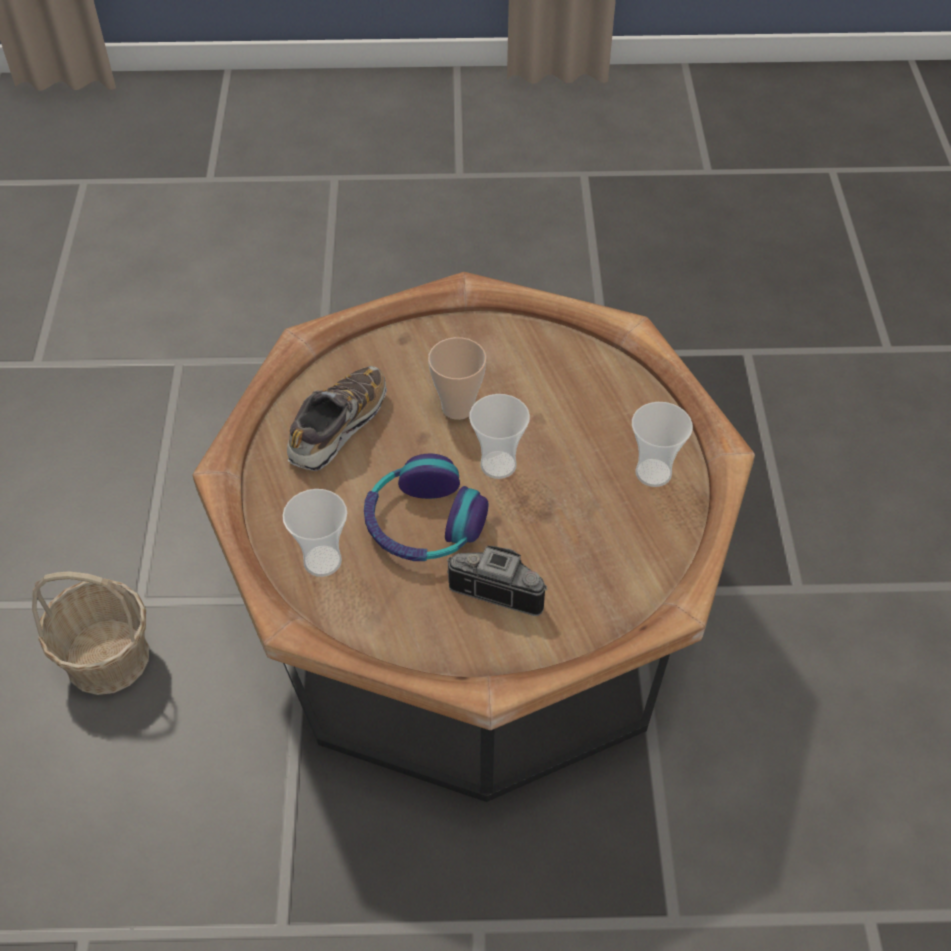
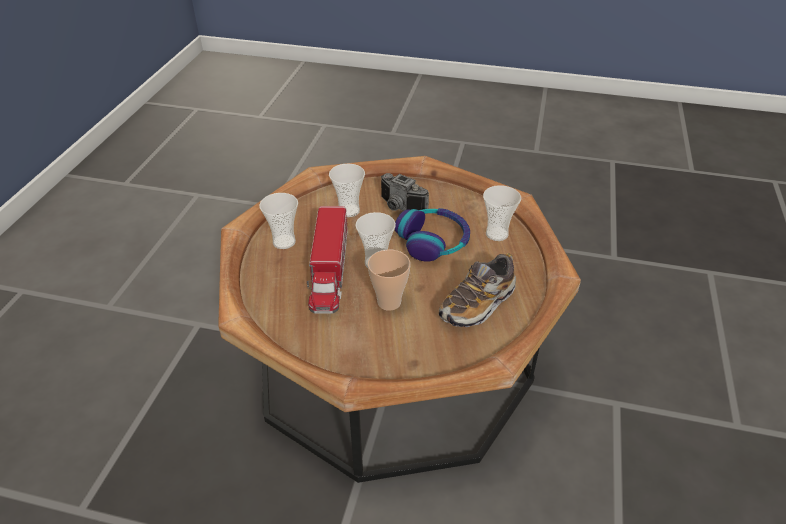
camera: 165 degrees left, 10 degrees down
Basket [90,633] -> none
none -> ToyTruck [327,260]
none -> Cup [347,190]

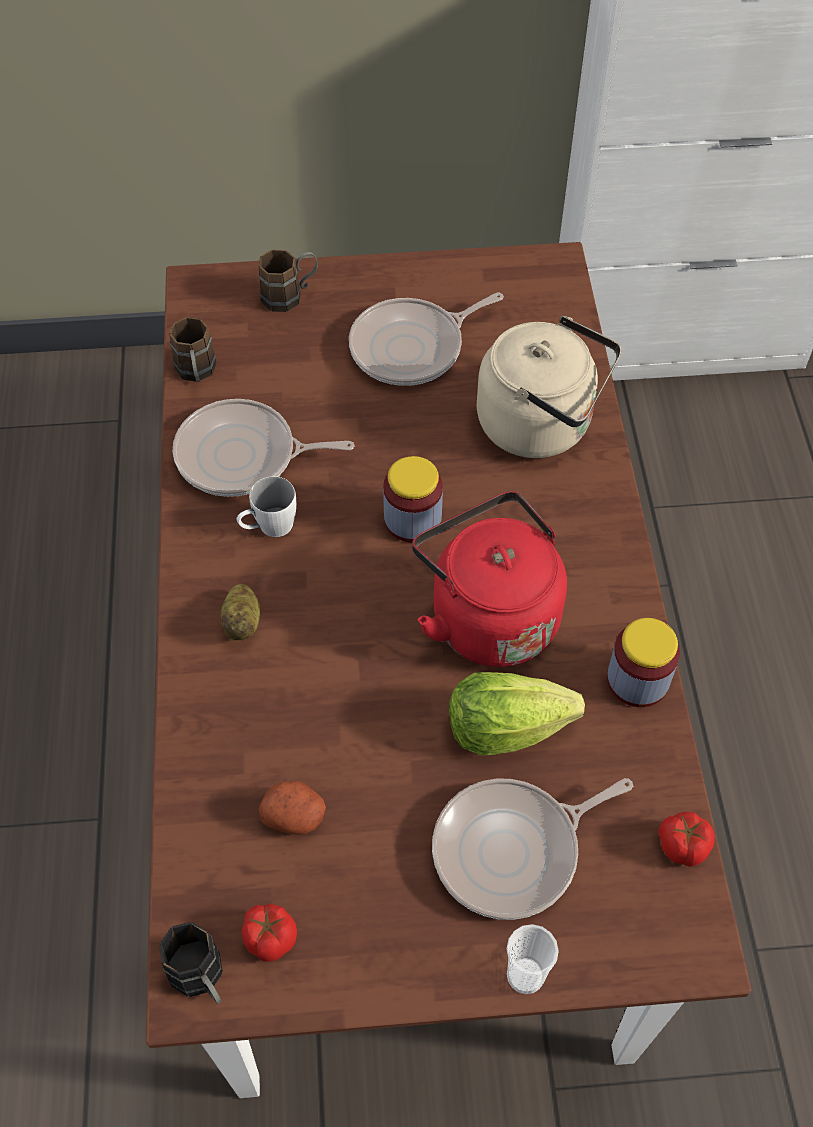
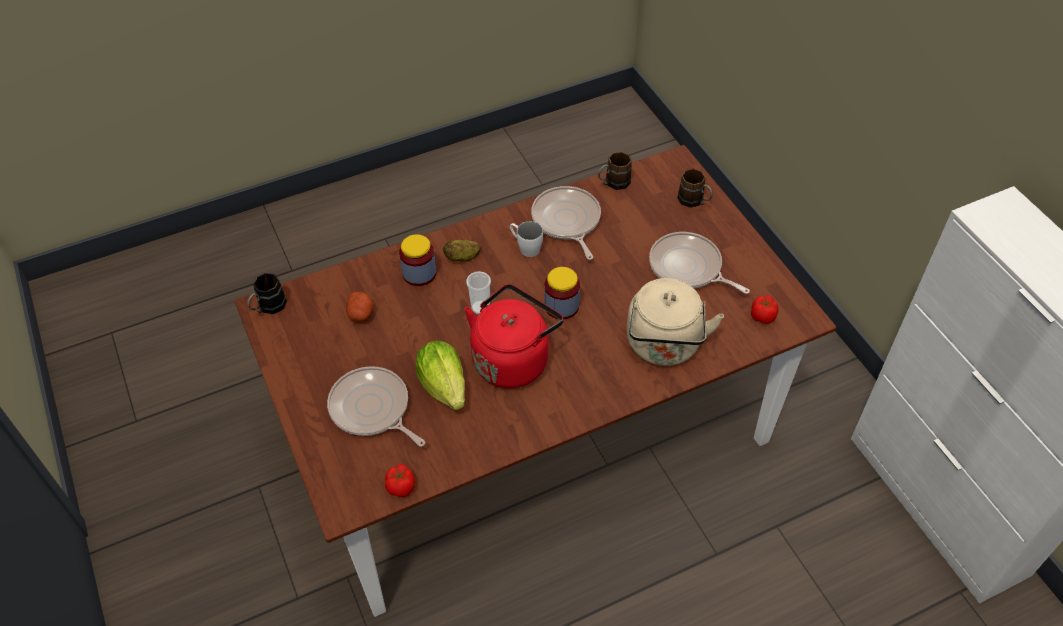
camera: 70 degrees right, 5 degrees down
Tomato [269,933] -> Tomato [765,309], shifted
Cup [533,959] -> Cup [478,292], shifted
Jar [643,662] -> Jar [417,260], shifted

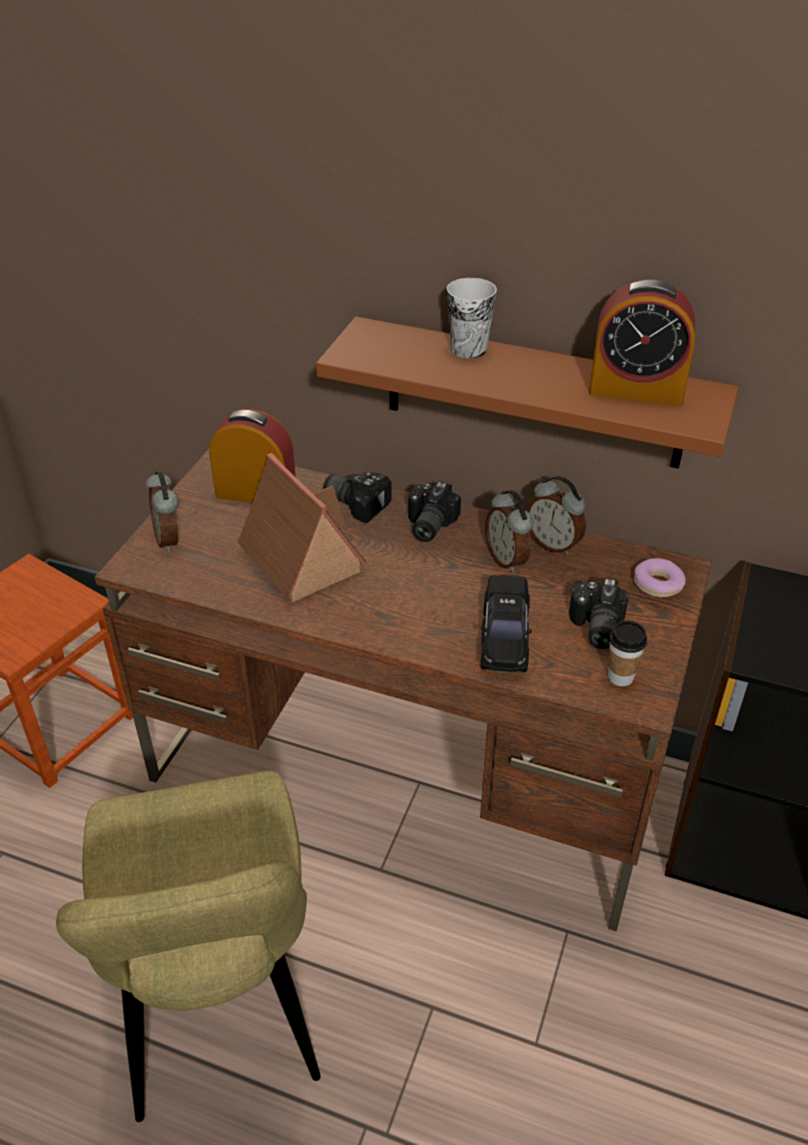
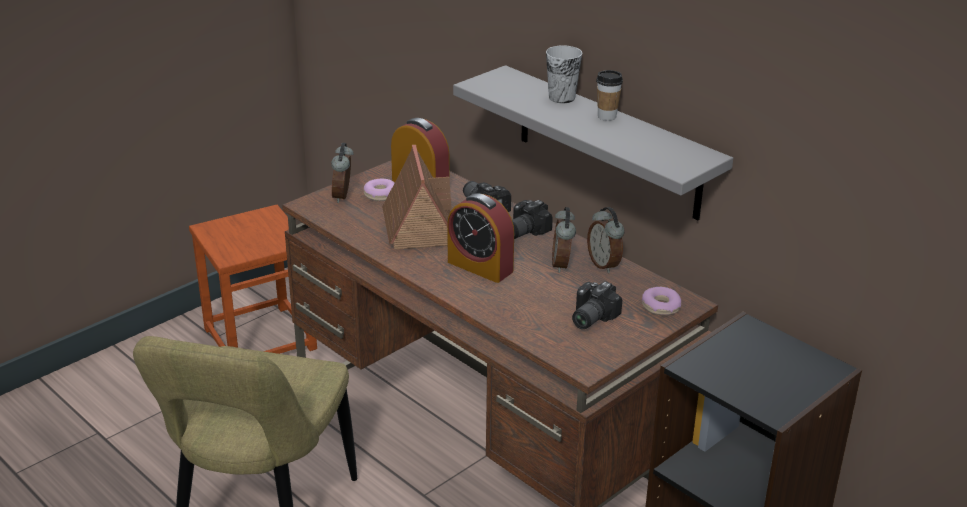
camera: 25 degrees right, 10 degrees down
BlackToyCar [506,624] -> none
none -> Donut [379,190]
AlarmClock [642,342] -> AlarmClock [480,238], shifted
Cup [627,653] -> Cup [609,95], shifted
BrownShelf [527,393] -> GreyShelf [593,142]

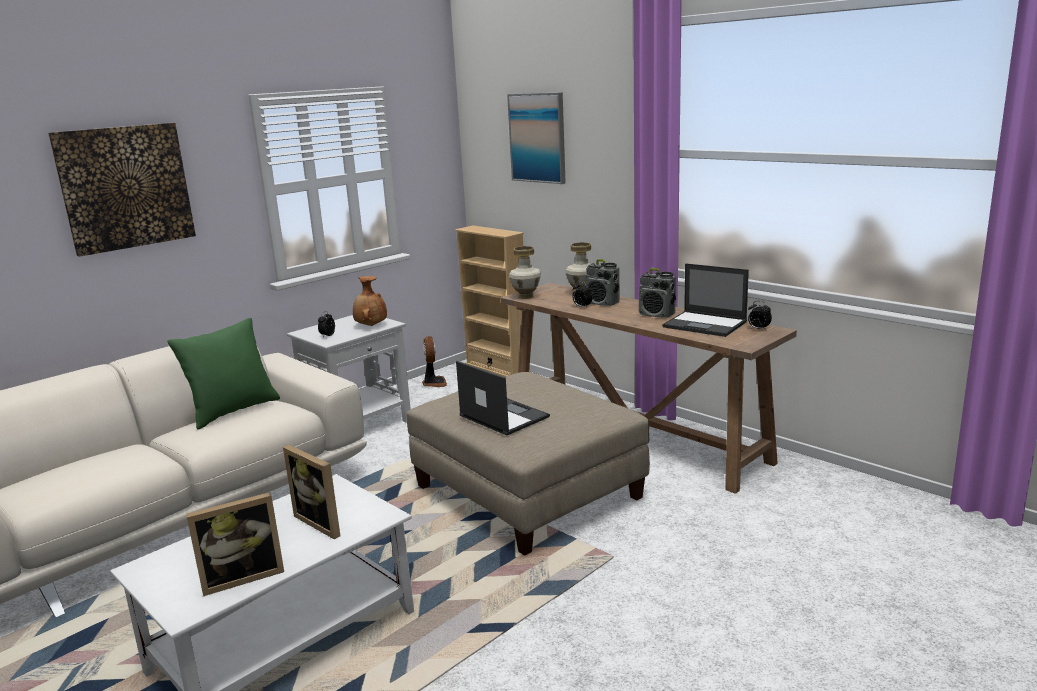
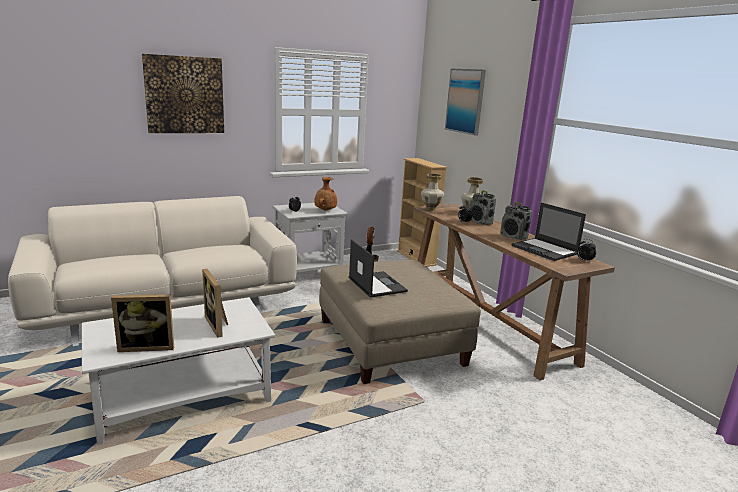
camera: 15 degrees right, 0 degrees up
GreenPillow [223,373] -> none

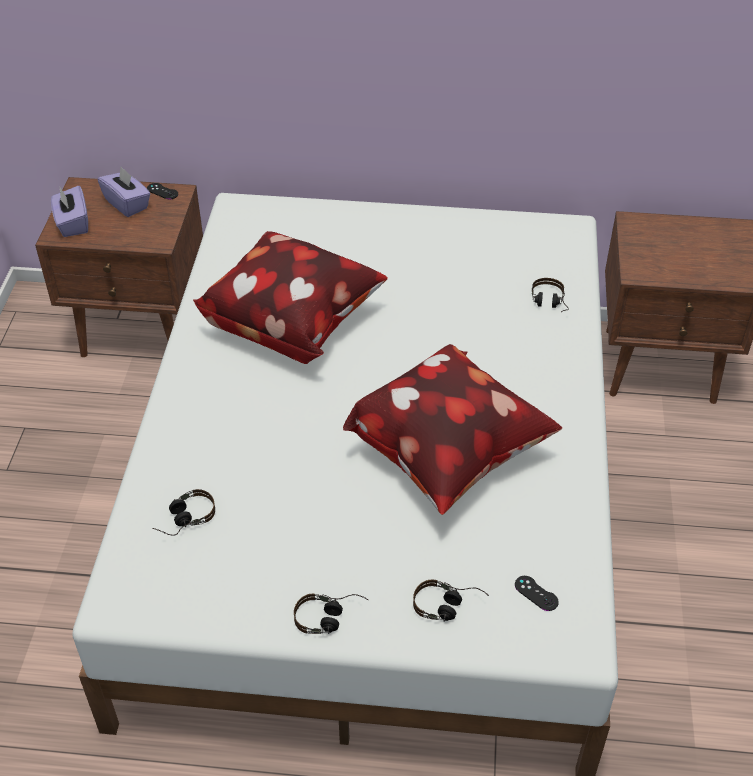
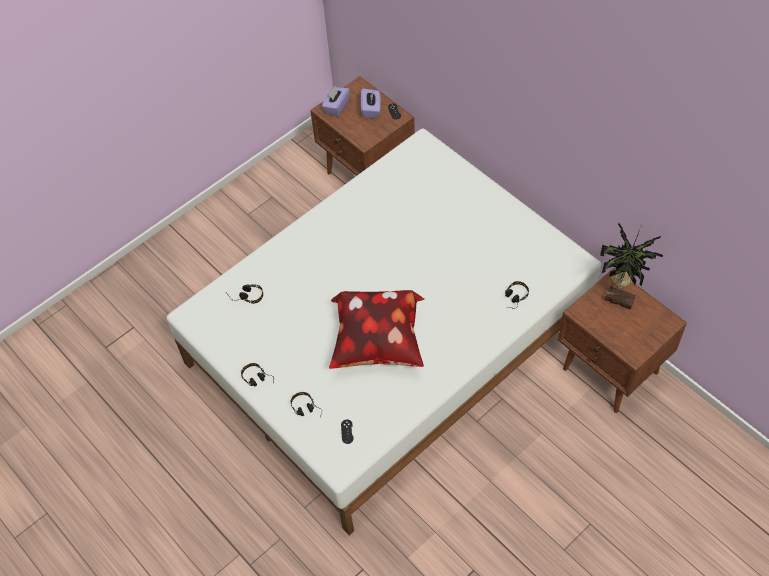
camera: 45 degrees right, 10 degrees up
Pillow [290,297] -> none
none -> PottedPlant [631,266]

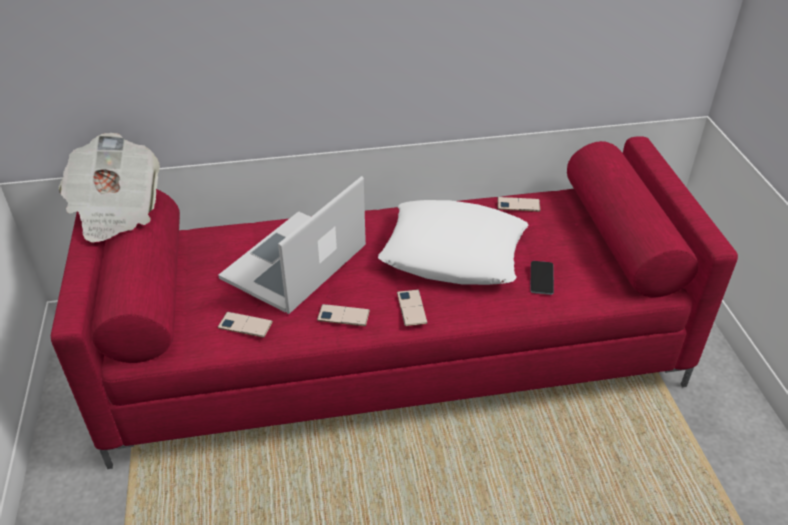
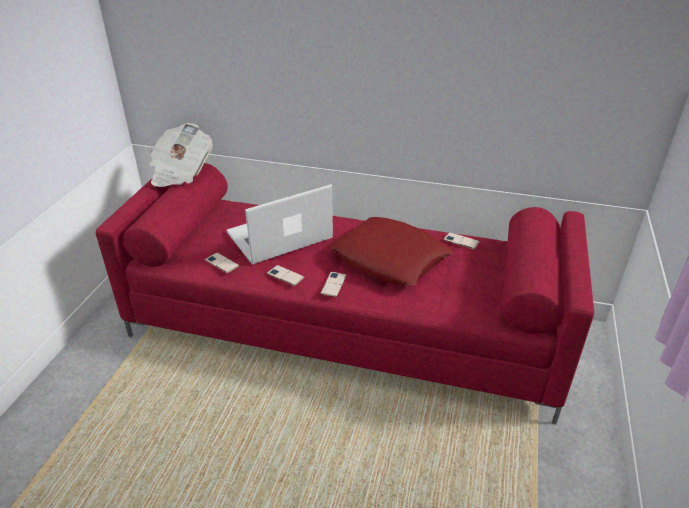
camera: 25 degrees right, 5 degrees down
Phone [542,278] -> none
WhitePillow [453,242] -> RedPillow [391,251]

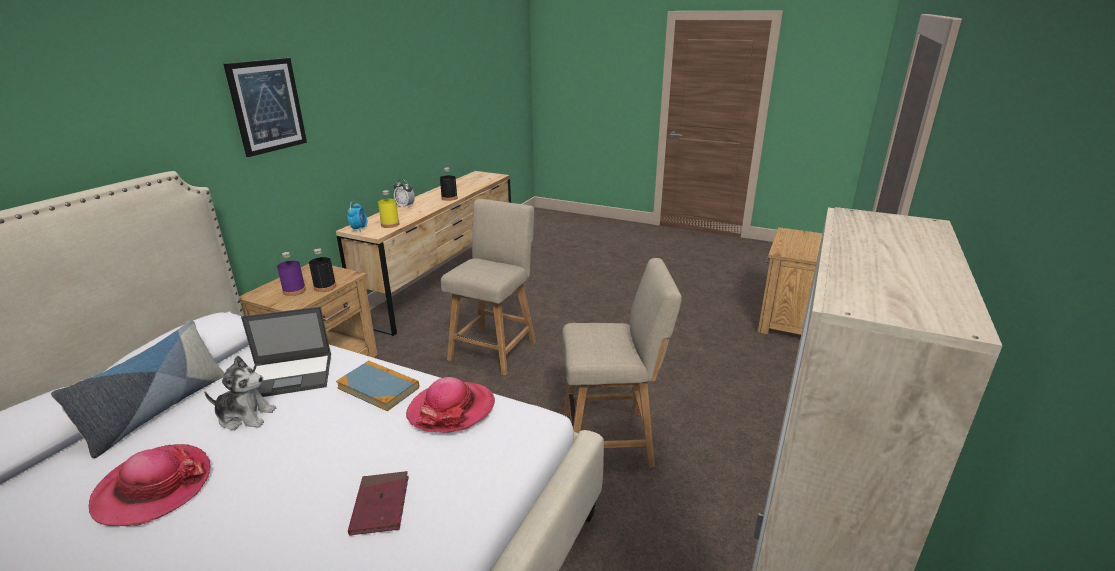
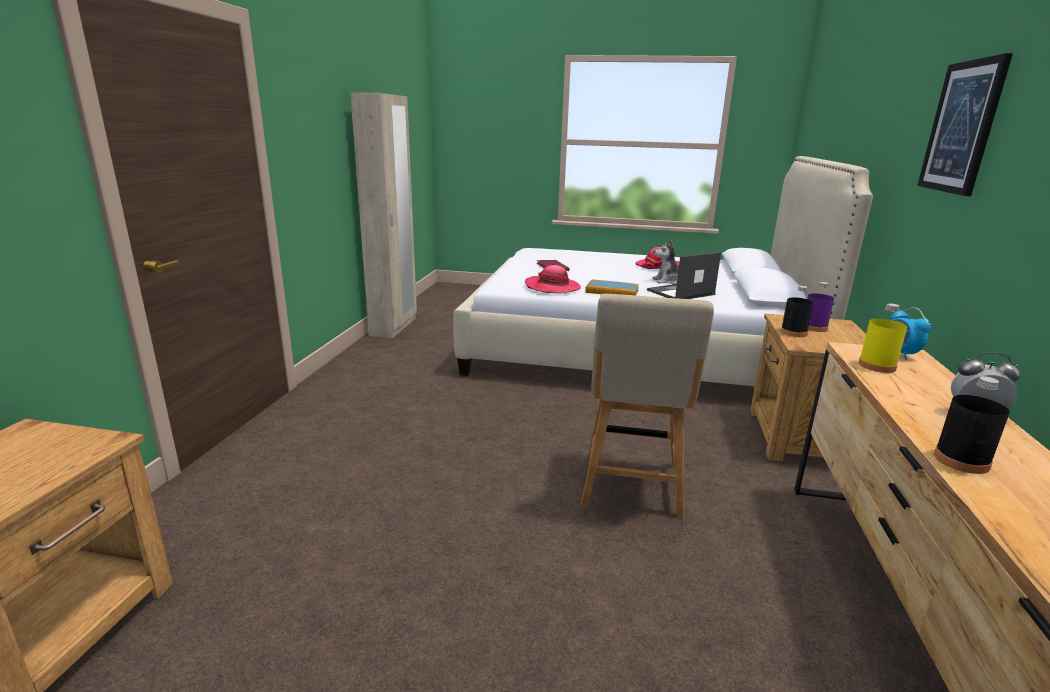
camera: 165 degrees right, 5 degrees down
Pillow [137,389] -> none
BeigeChair [622,362] -> none

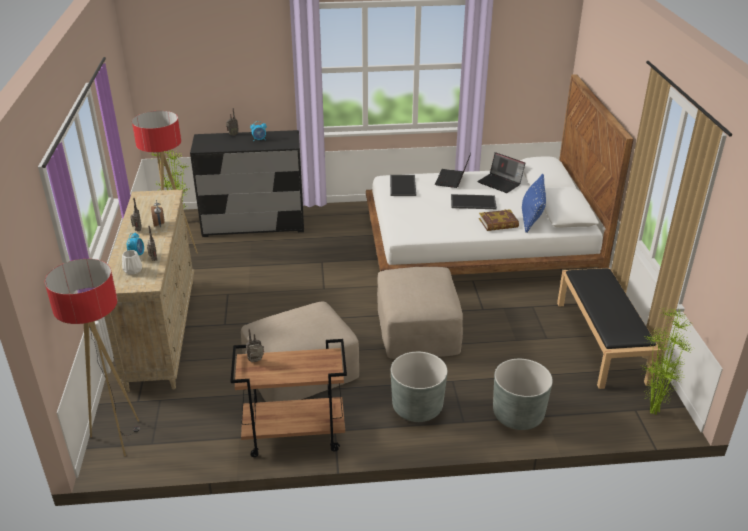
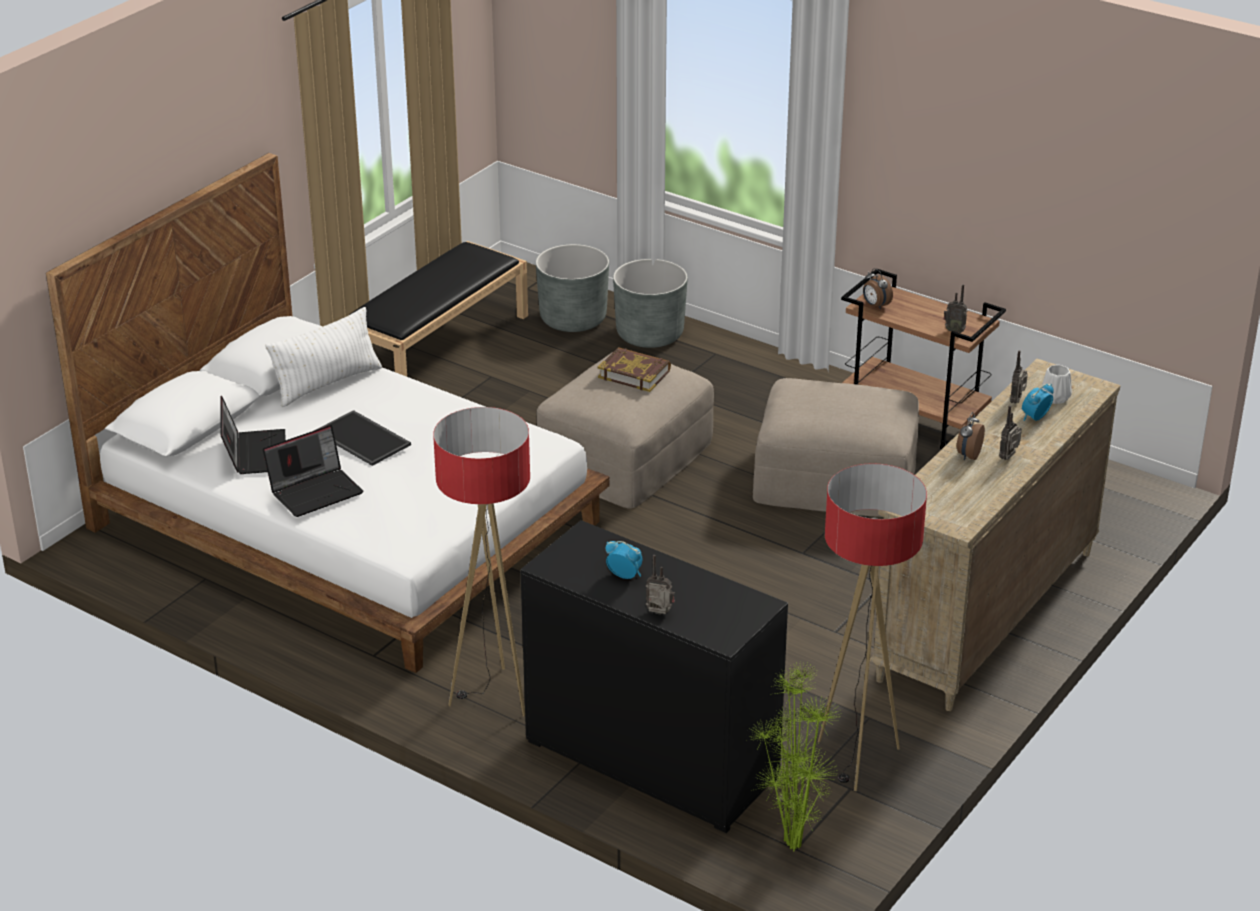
camera: 140 degrees left, 0 degrees up
Tray [403,185] -> none
PottedPlant [668,361] -> none
none -> AlarmClock [878,289]
FloorLamp [92,357] -> FloorLamp [481,561], shifted
GreyPlanter [419,387] -> GreyPlanter [572,288], shifted
Book [499,220] -> Book [634,369], shifted
BluePillow [534,203] -> WhitePillow [323,357]

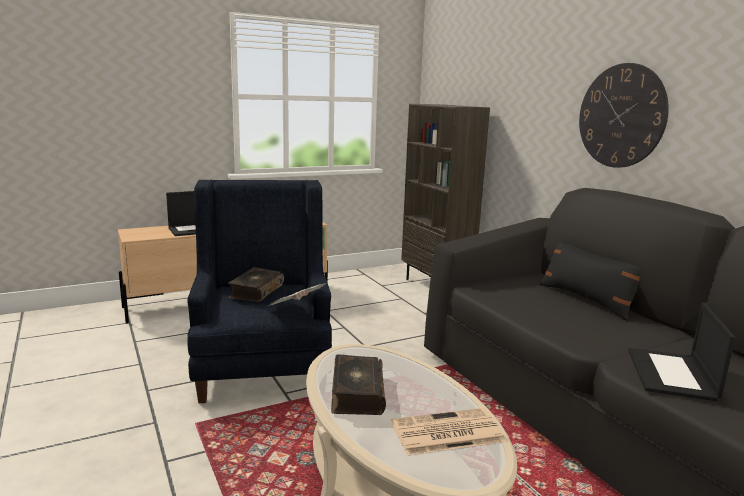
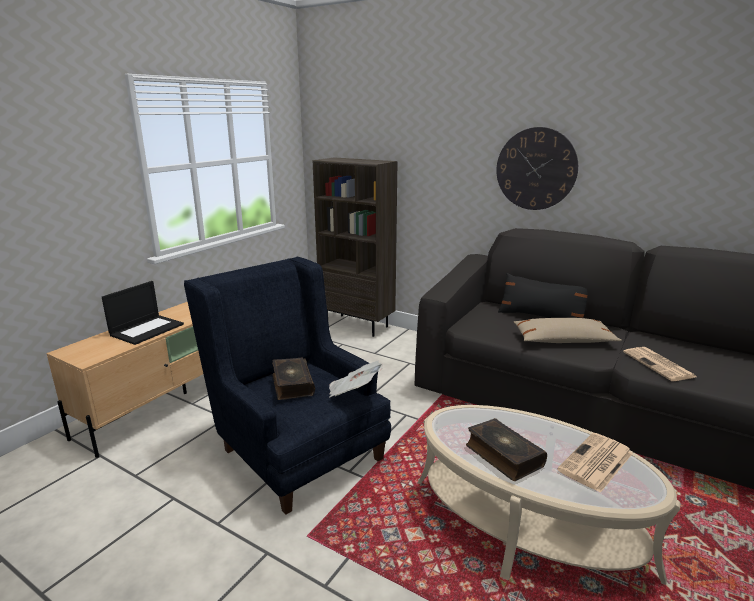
camera: 30 degrees left, 5 degrees up
none -> BeigePillow [568,330]
Laptop [682,352] -> Newspaper [660,364]

